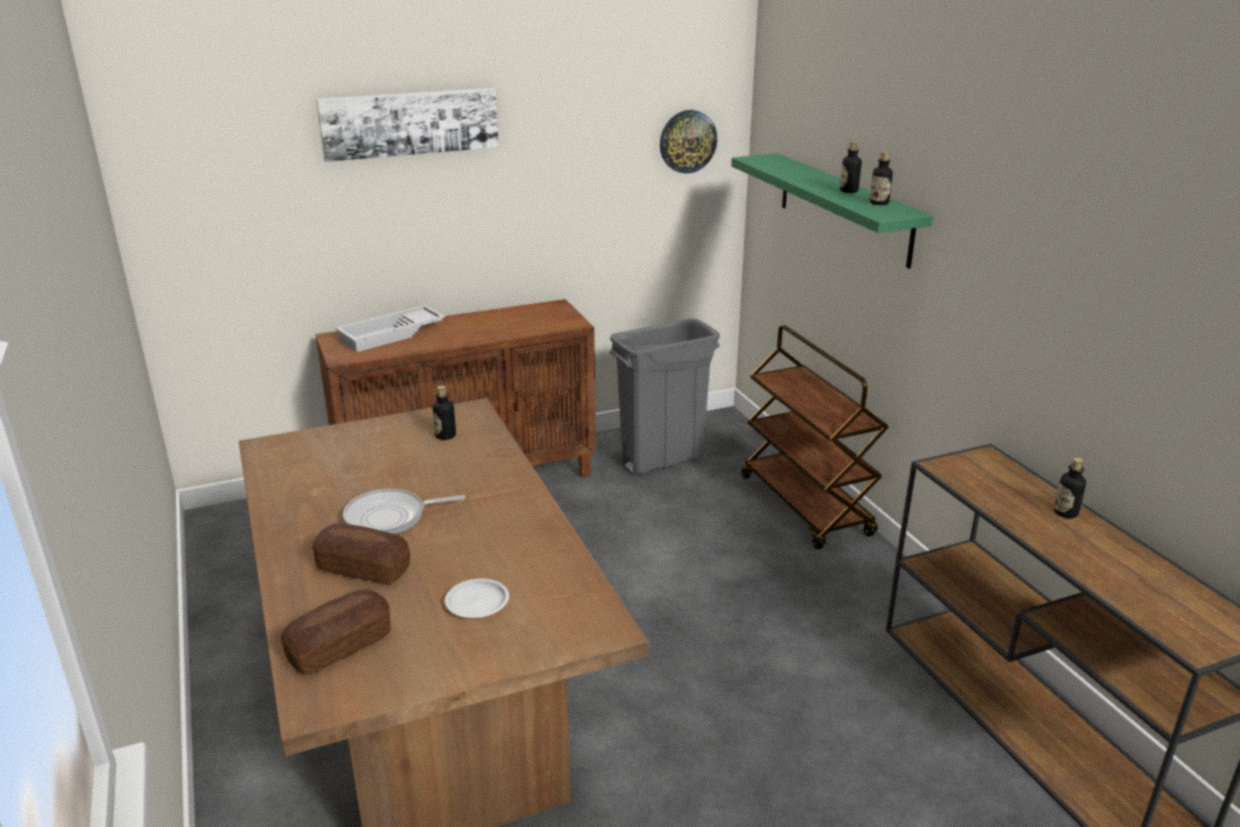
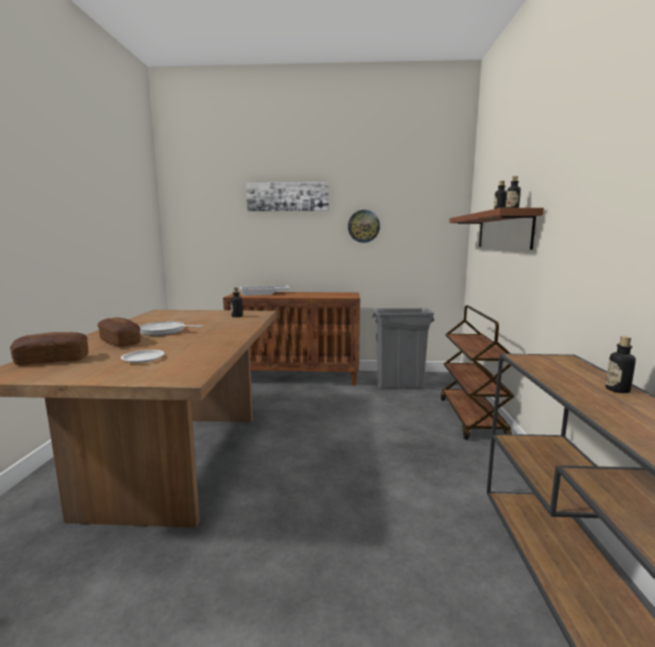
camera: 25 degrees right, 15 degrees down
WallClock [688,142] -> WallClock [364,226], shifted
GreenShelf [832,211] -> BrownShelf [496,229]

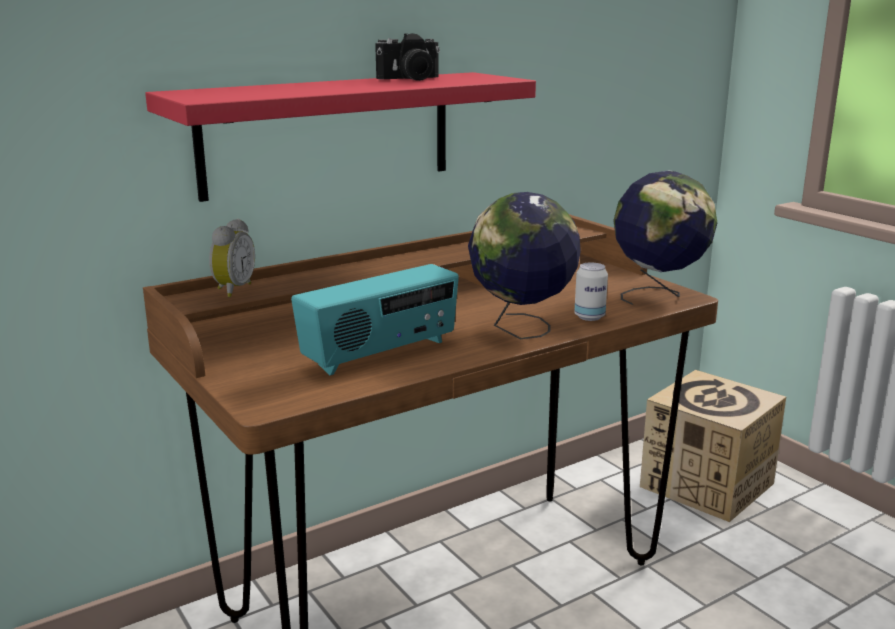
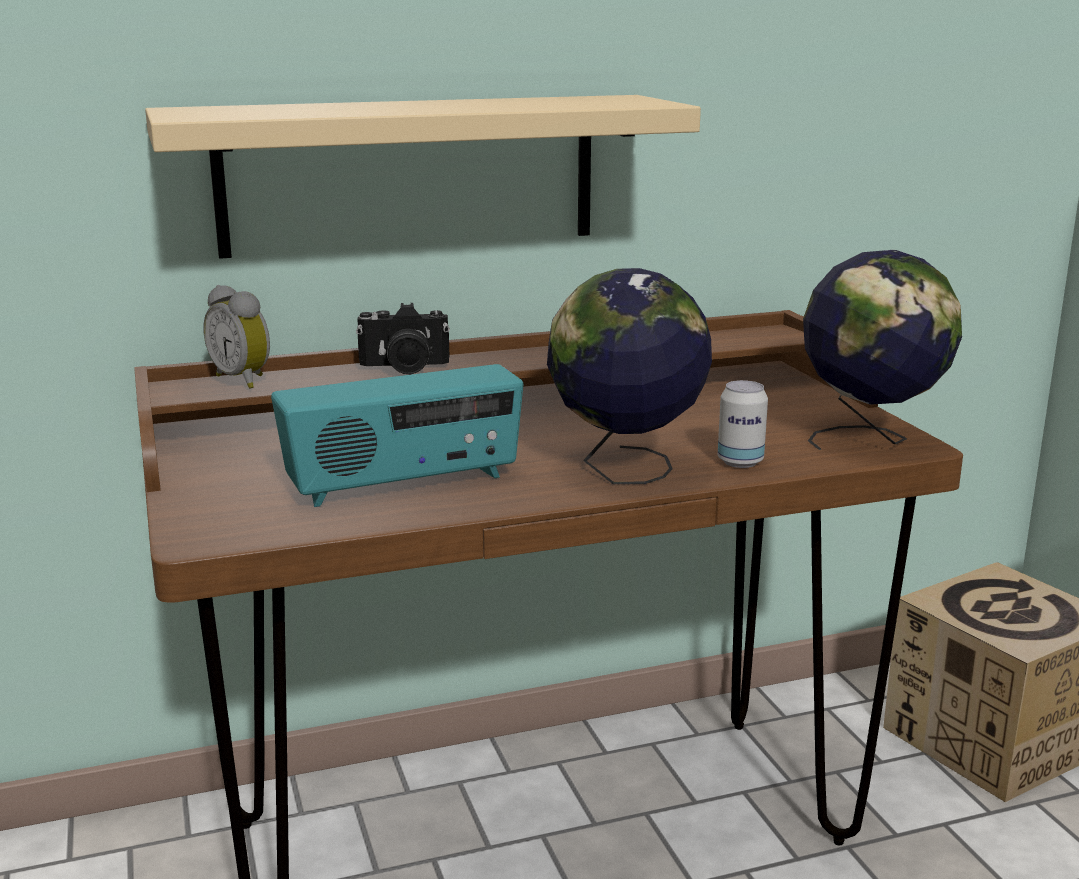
camera: 15 degrees right, 0 degrees up
PhotoCamera [407,57] -> PhotoCamera [403,338], shifted
RedShelf [340,137] -> BeigeShelf [423,177]
AlarmClock [232,258] -> AlarmClock [236,336], 105 degrees clockwise

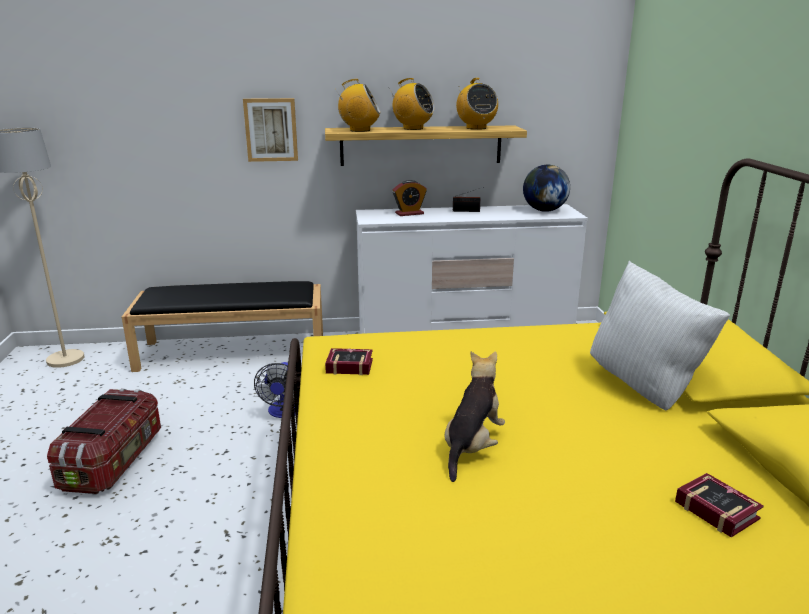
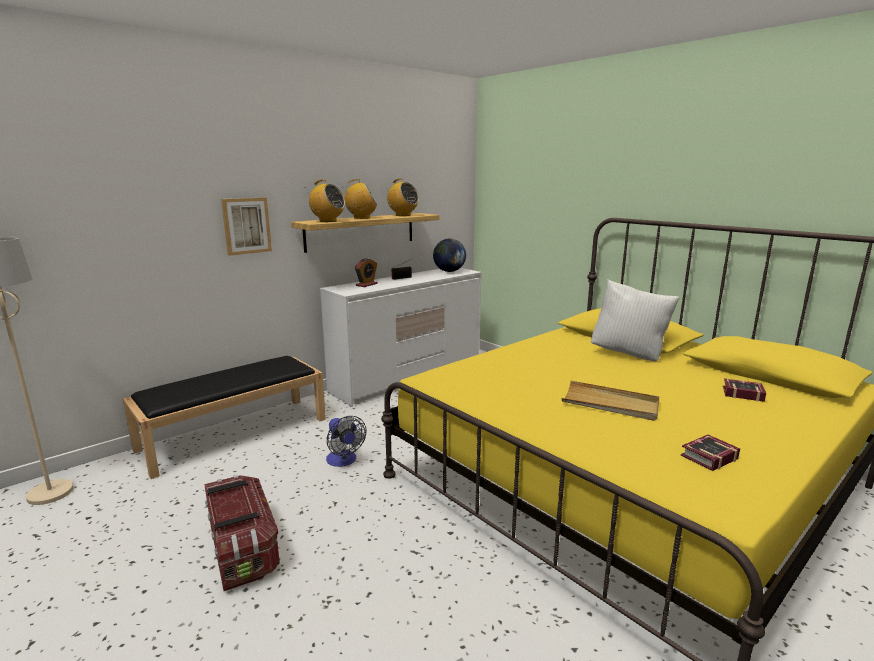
camera: 35 degrees left, 5 degrees down
Book [349,361] -> Book [710,453], shifted
PlushToy [475,416] -> BeigeTray [610,401]
Radio [357,105] -> Radio [326,201], 60 degrees clockwise

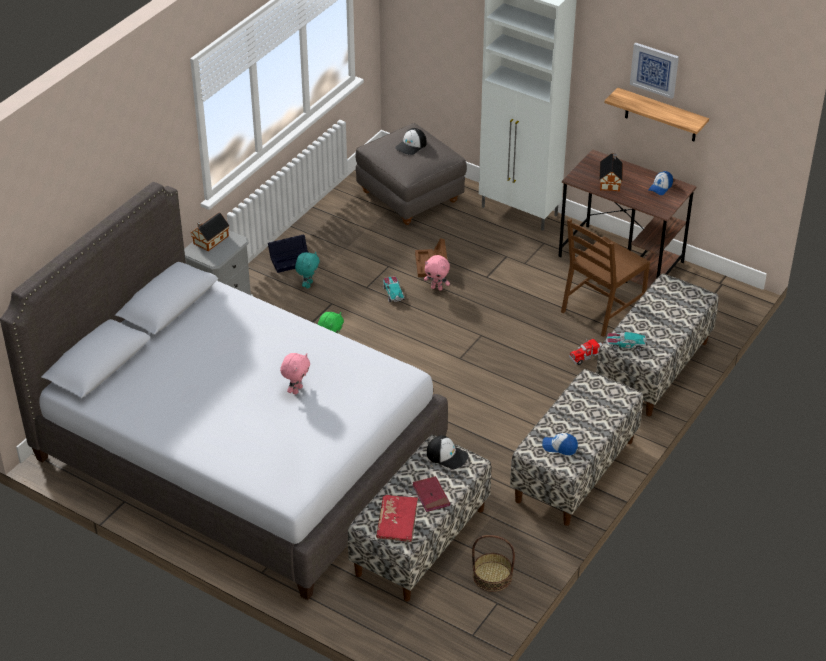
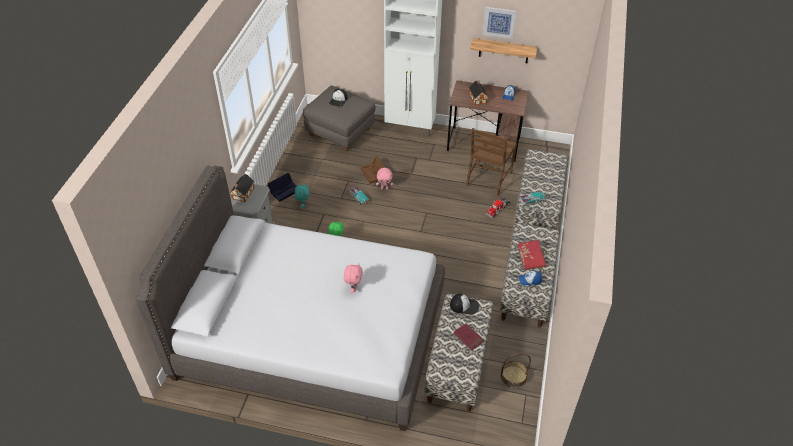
camera: 20 degrees left, 5 degrees up
RedBook [397,518] -> RedBook [532,255], shifted

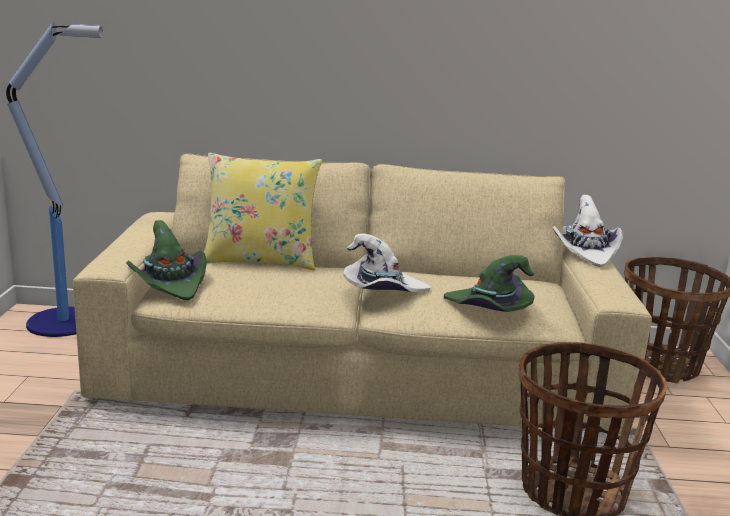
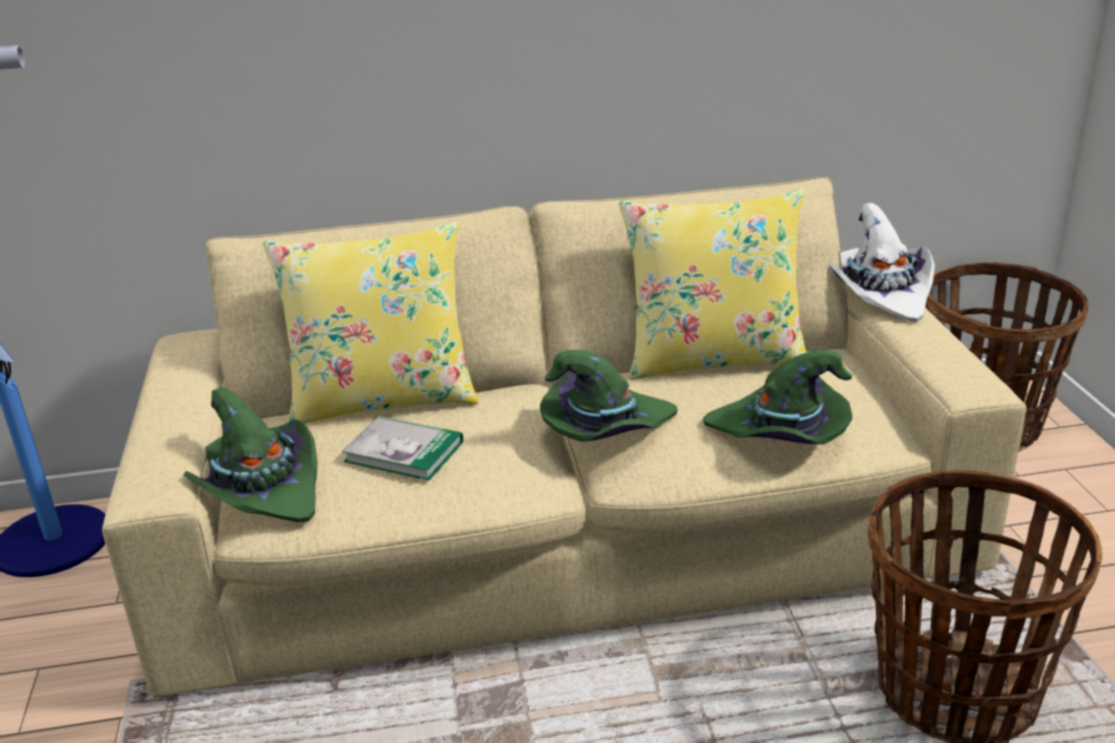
camera: 10 degrees left, 10 degrees up
none -> Book [402,448]
none -> YellowPillow [712,284]
WhiteHat [387,263] -> GreenHat [608,396]

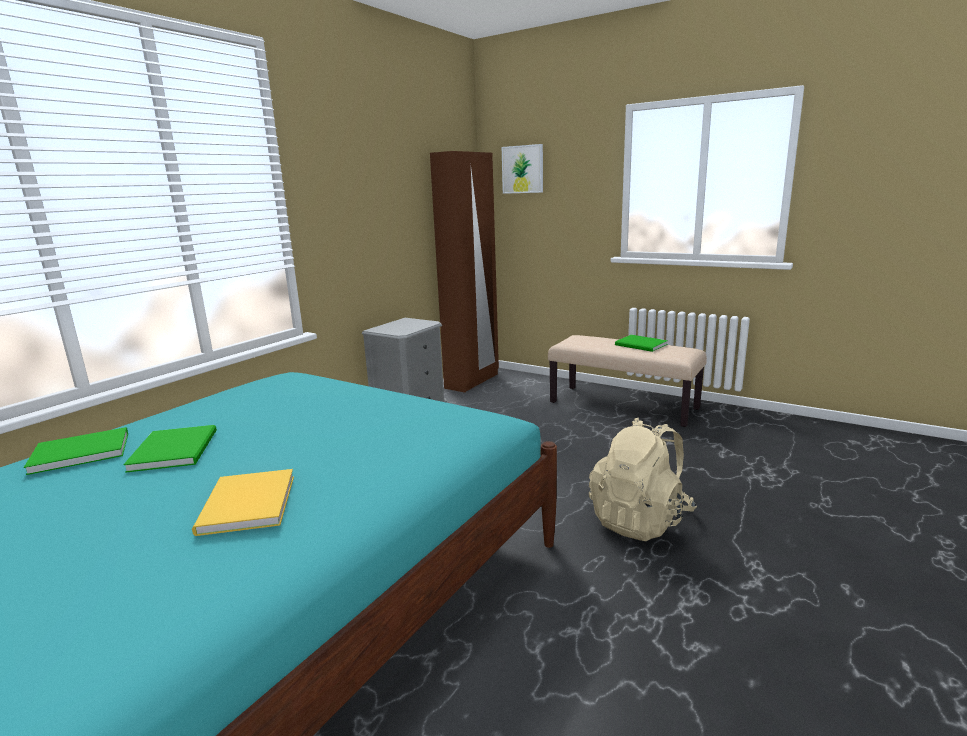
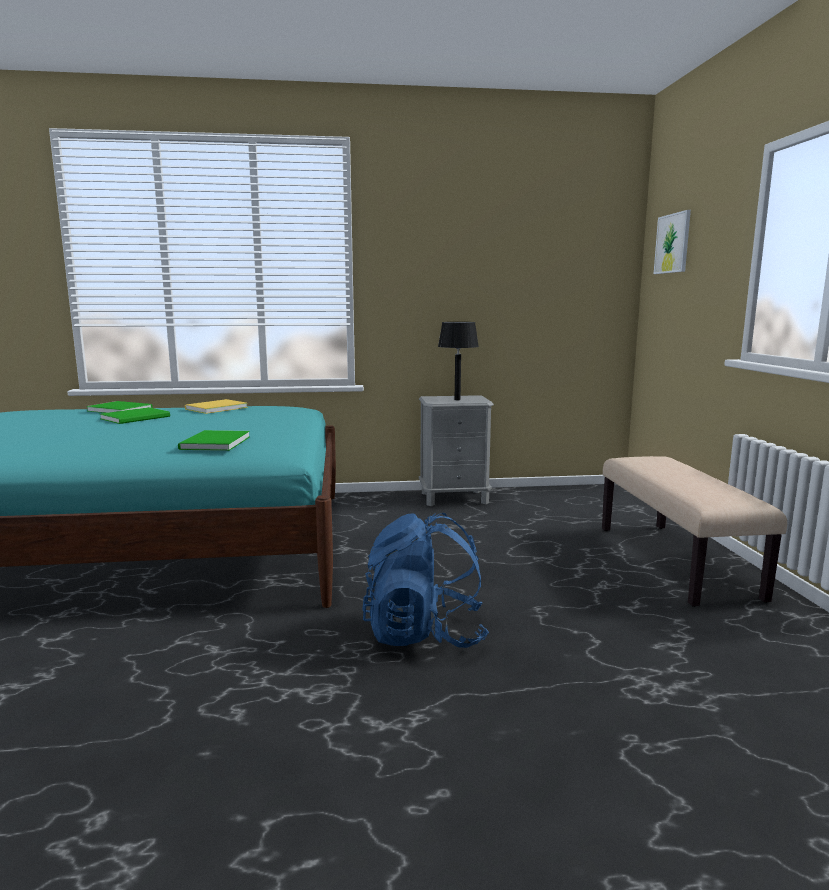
camera: 50 degrees right, 5 degrees down
BrownWardrobe [464,272] -> none
none -> BlackTableLamp [458,361]
YellowBook [243,502] -> YellowBook [216,406], shifted
GreenBook [641,343] -> GreenBook [214,440], shifted
BeigeBackpack [643,479] -> BlueBackpack [425,580]

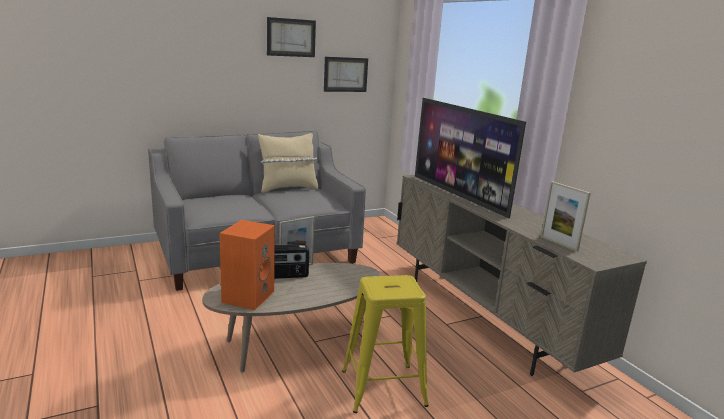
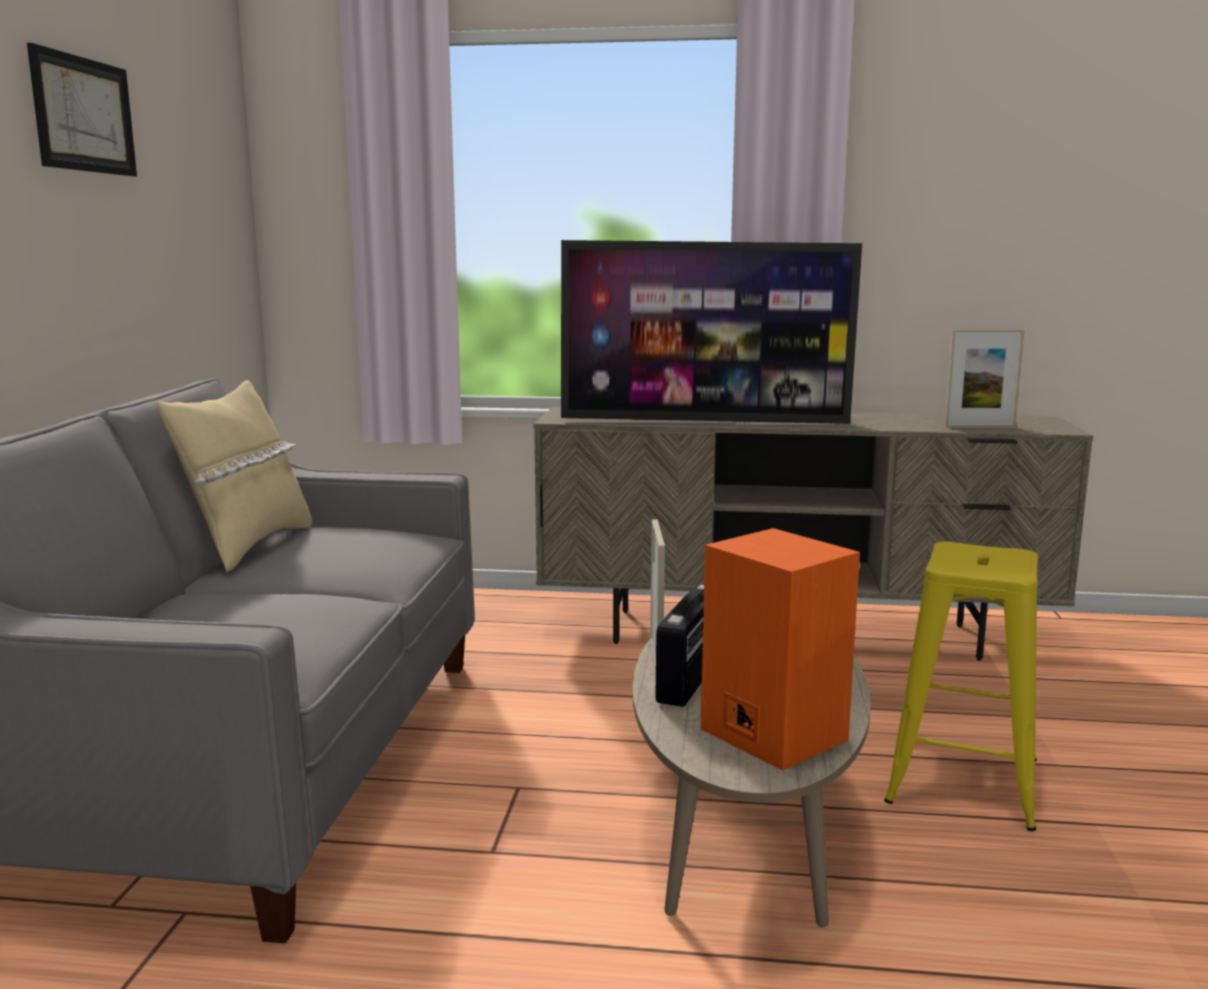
camera: 55 degrees left, 5 degrees down
Picture [346,74] -> none

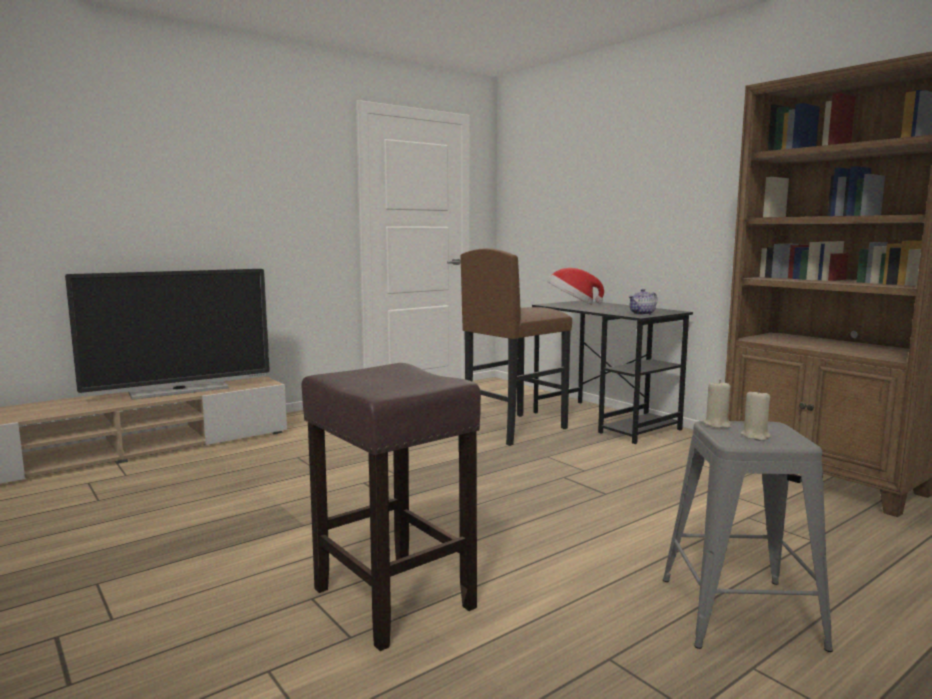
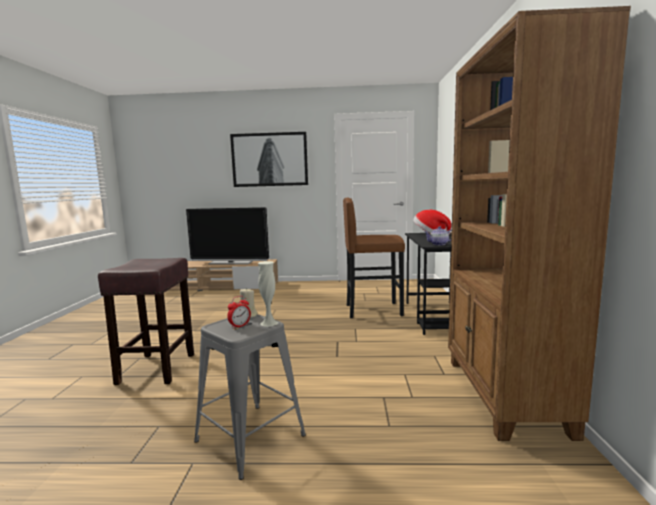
camera: 40 degrees right, 0 degrees up
none -> Picture [269,159]
none -> WhiteVase [268,294]
BeigeCandle [756,415] -> AlarmClock [239,312]

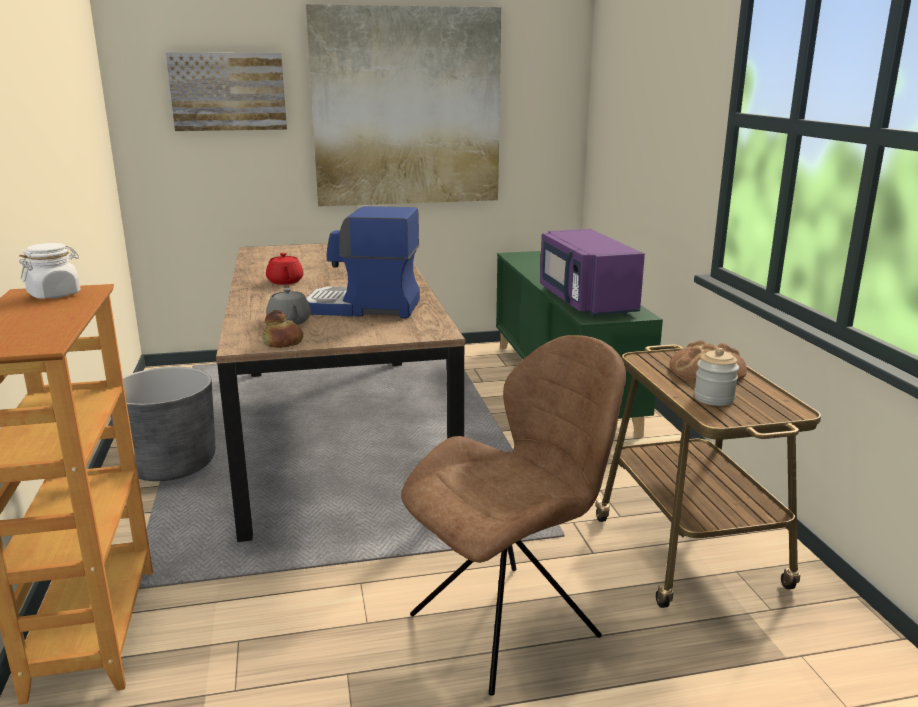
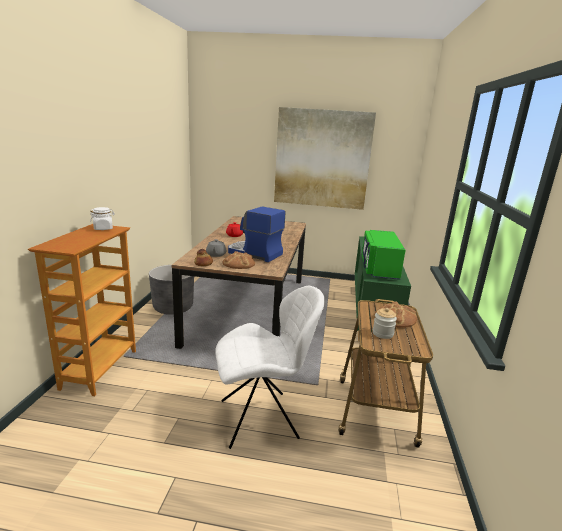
camera: 20 degrees right, 0 degrees up
Picture [226,91] -> none
none -> Bread [238,260]
BrownChair [513,515] -> WhiteChair [270,367]
PurpleMicrowave [592,272] -> GreenMicrowave [384,255]

